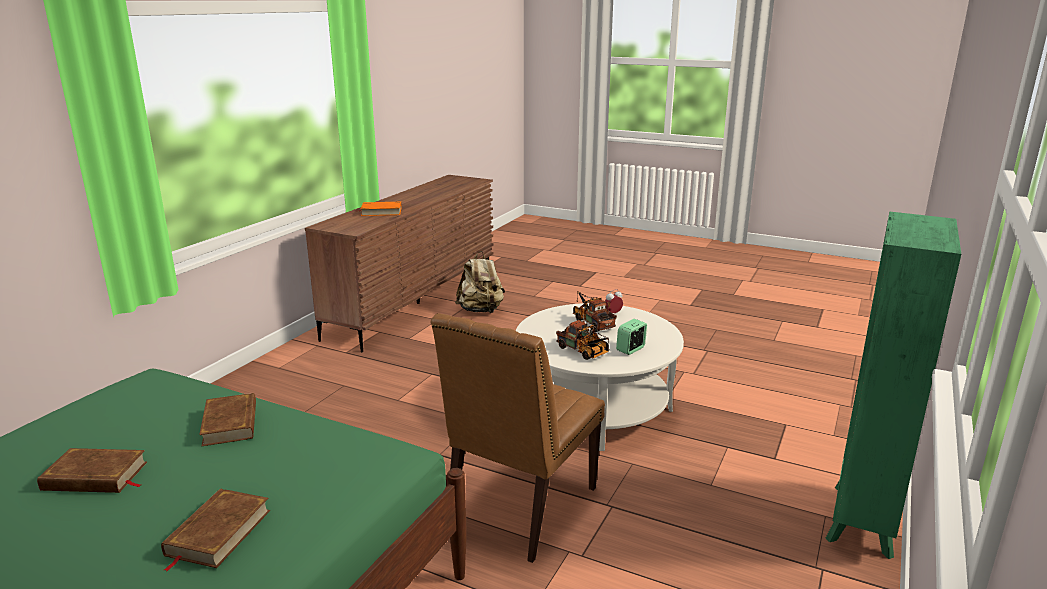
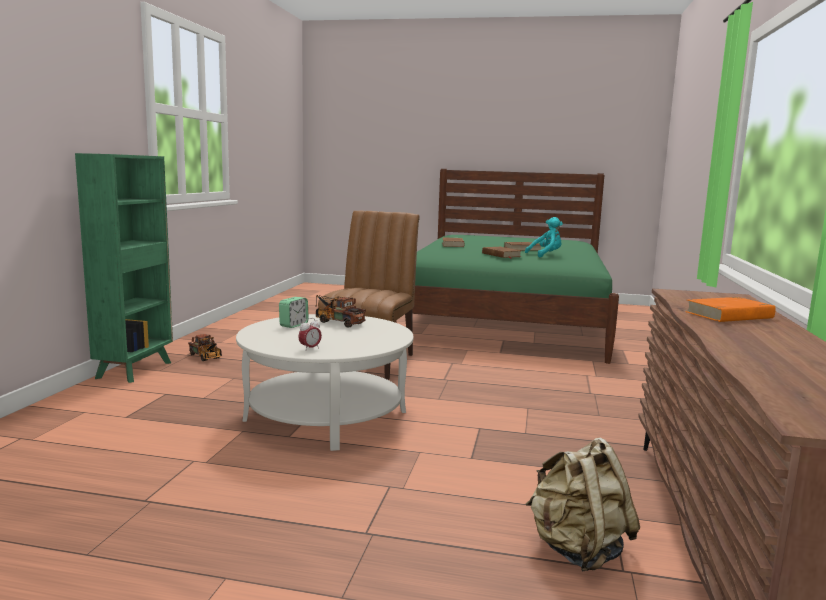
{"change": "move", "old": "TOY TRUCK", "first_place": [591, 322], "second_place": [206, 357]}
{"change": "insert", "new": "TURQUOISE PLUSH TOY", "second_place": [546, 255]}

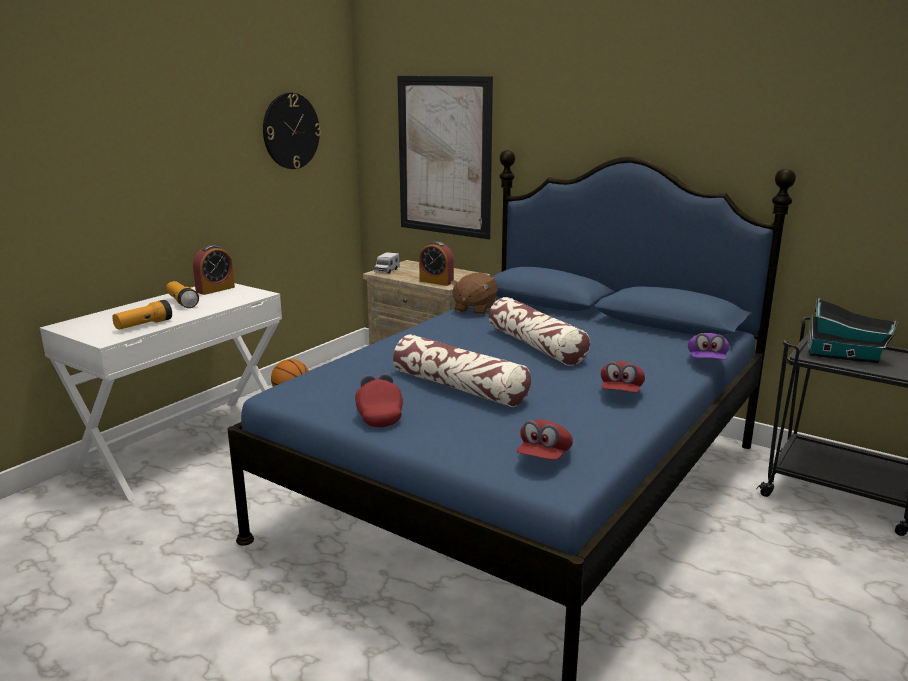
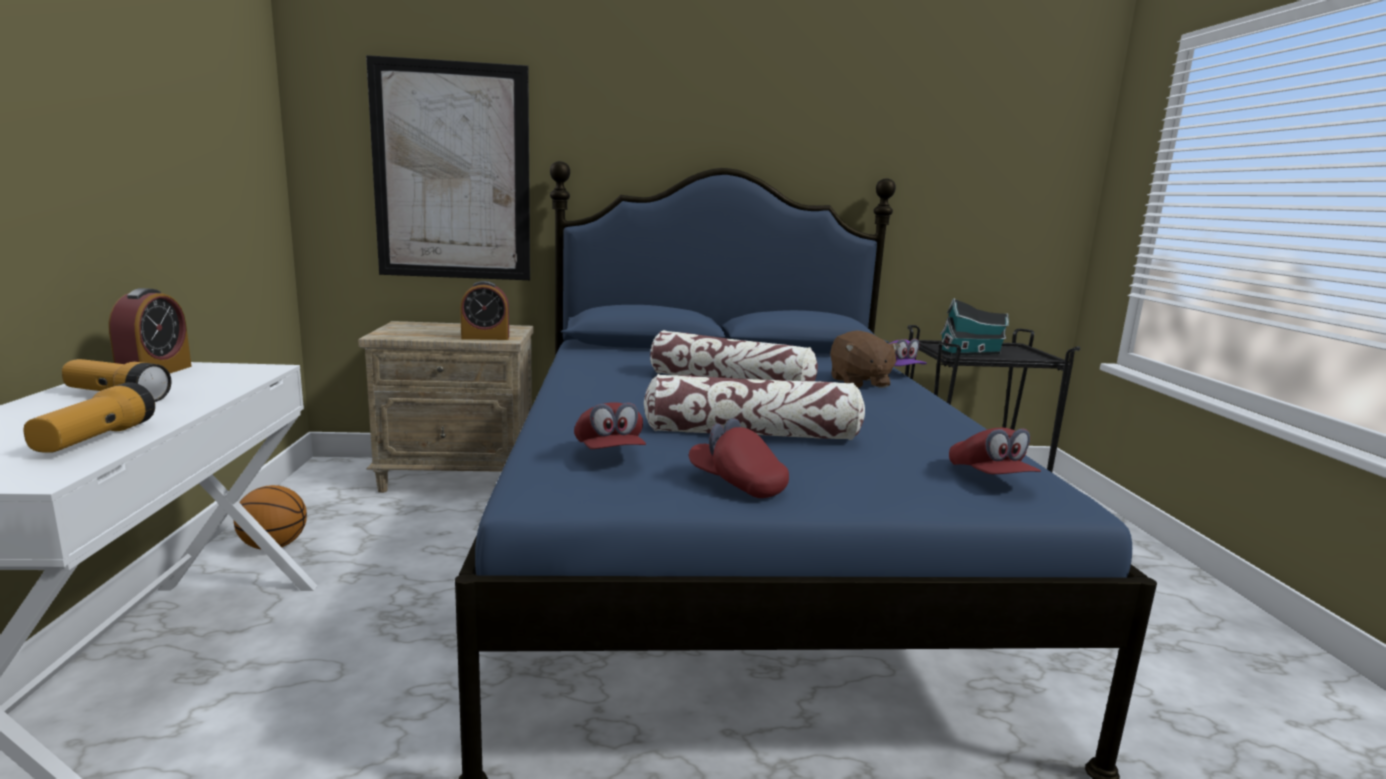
{"change": "delete", "old": "WALL CLOCK", "first_place": [291, 131]}
{"change": "delete", "old": "TOY TRUCK", "first_place": [386, 271]}
{"change": "move", "old": "BROWN PLUSH TOY", "first_place": [474, 309], "second_place": [859, 382]}
{"change": "move", "old": "RED CAP", "first_place": [621, 393], "second_place": [609, 453]}

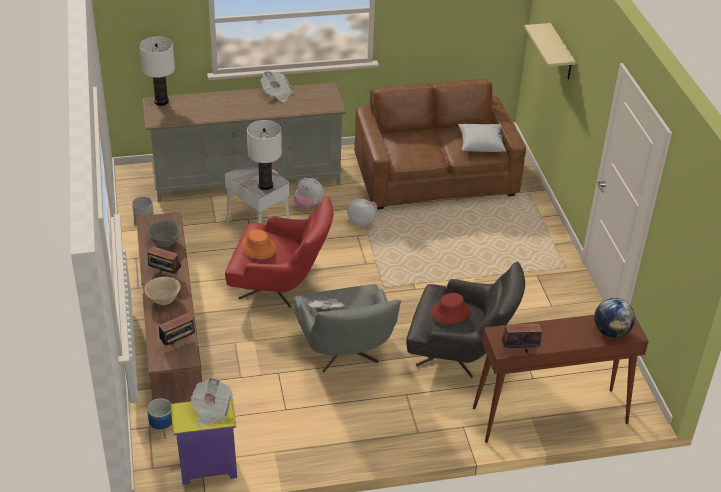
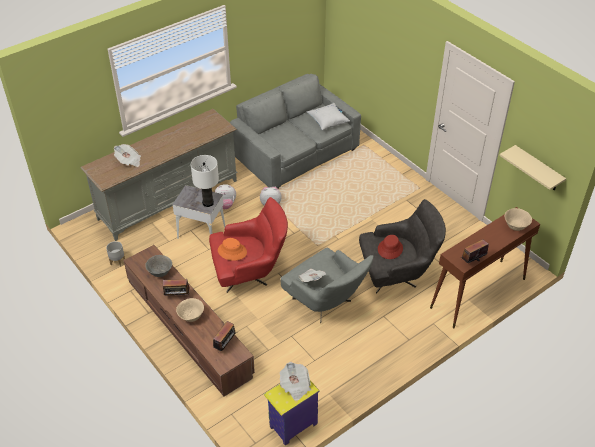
{"change": "move", "old": "BEIGE SHELF", "first_place": [561, 53], "second_place": [538, 169]}
{"change": "delete", "old": "WHITE TABLE LAMP", "first_place": [161, 101]}
{"change": "move", "old": "NEWSPAPER", "first_place": [277, 94], "second_place": [129, 161]}
{"change": "recolor", "old": "BROWN SOFA", "new": "GREY SOFA", "first_place": [435, 176], "second_place": [295, 152]}
{"change": "replace", "old": "GLOBE", "new": "BEIGE BOWL", "first_place": [611, 332], "second_place": [515, 226]}
{"change": "delete", "old": "PLANTER", "first_place": [161, 430]}

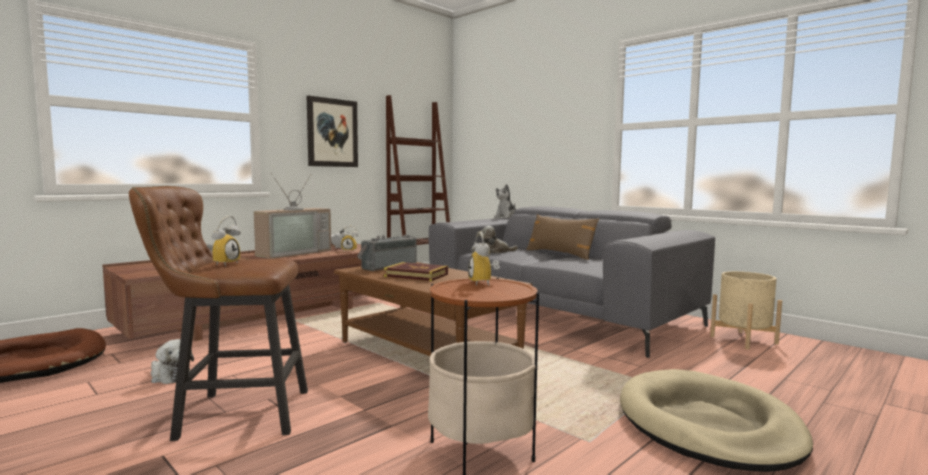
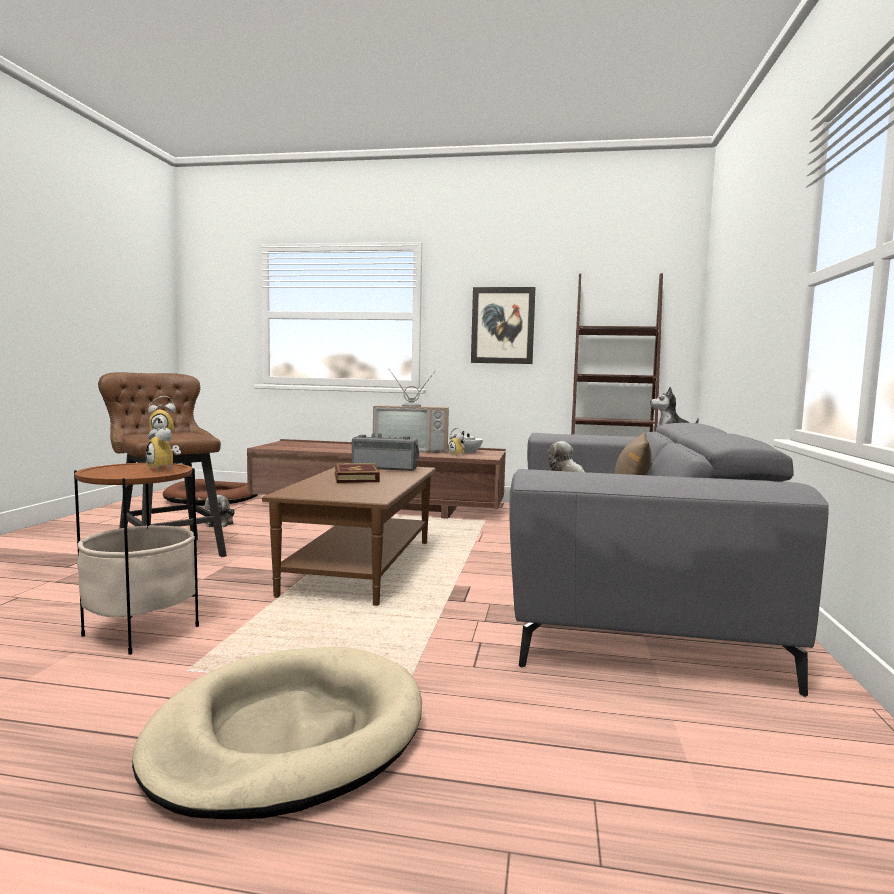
{"change": "rotate", "old": "ALARM CLOCK", "first_place": [484, 283], "second_place": [165, 469], "degrees": -90}
{"change": "delete", "old": "BEIGE PLANTER", "first_place": [743, 340]}

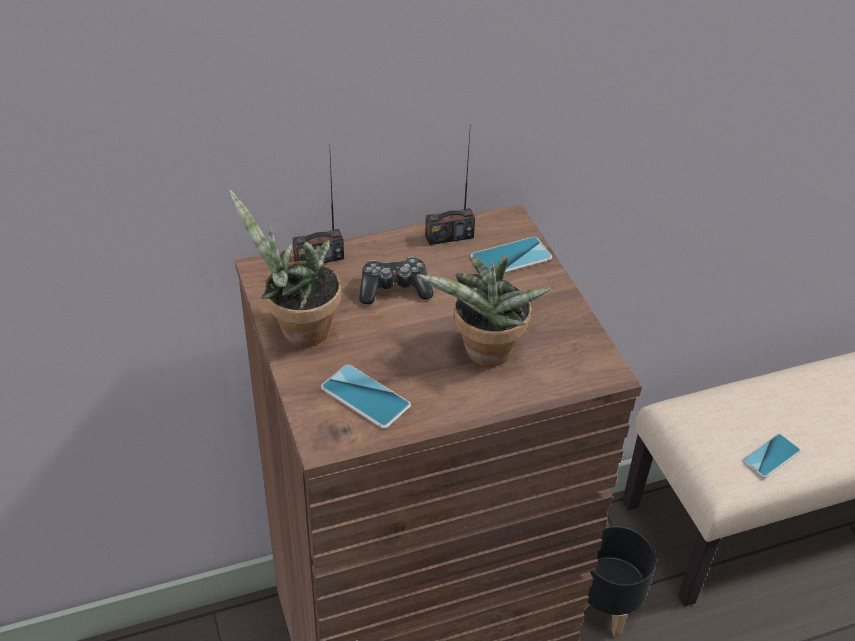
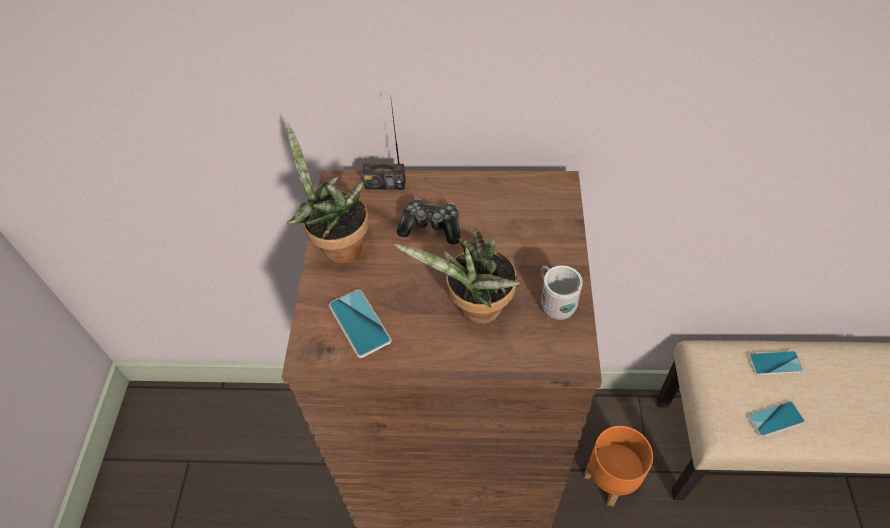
{"change": "delete", "old": "RADIO", "first_place": [449, 236]}
{"change": "move", "old": "PHONE", "first_place": [511, 258], "second_place": [775, 363]}
{"change": "recolor", "old": "BLACK PLANTER", "new": "ORANGE PLANTER", "first_place": [607, 606], "second_place": [611, 479]}
{"change": "insert", "new": "WHITE MUG", "second_place": [554, 303]}

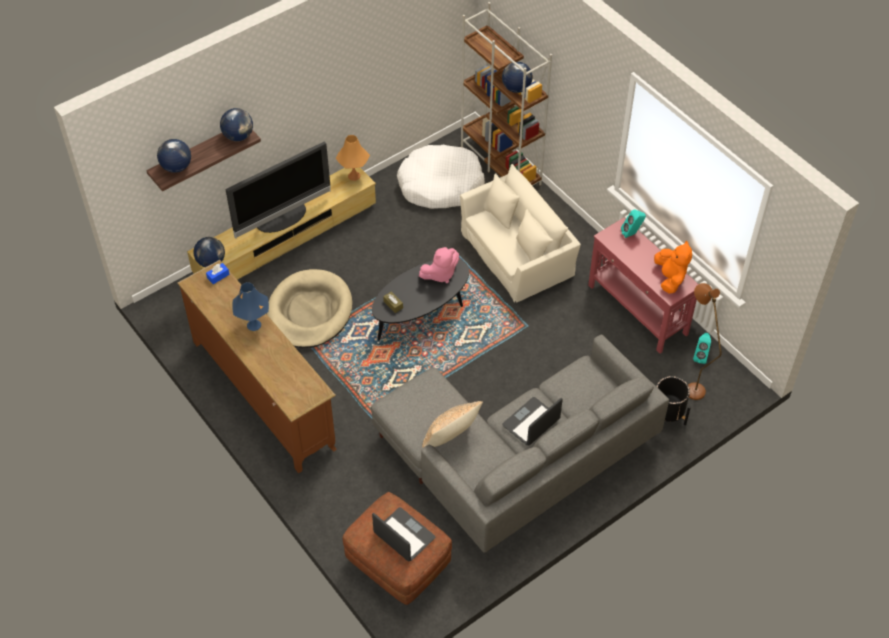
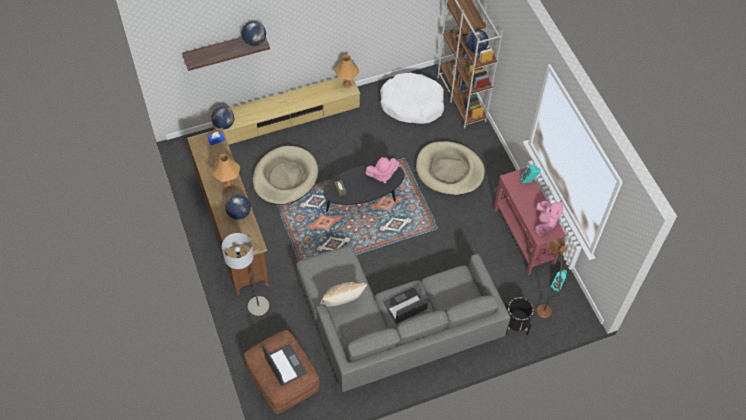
{"change": "move", "old": "GLOBE", "first_place": [176, 167], "second_place": [239, 213]}
{"change": "delete", "old": "TELEVISION", "first_place": [282, 219]}
{"change": "replace", "old": "BEIGE ARMCHAIR", "new": "BEIGE DOG BED", "first_place": [517, 253], "second_place": [449, 170]}
{"change": "recolor", "old": "ORANGE PLUSH TOY", "new": "PINK PLUSH TOY", "first_place": [670, 278], "second_place": [545, 223]}
{"change": "recolor", "old": "BLUE TABLE LAMP", "new": "ORANGE TABLE LAMP", "first_place": [254, 325], "second_place": [228, 183]}
{"change": "insert", "new": "GREY FLOOR LAMP", "second_place": [252, 310]}

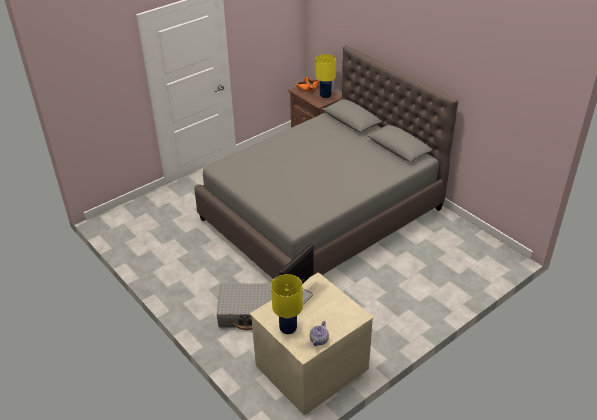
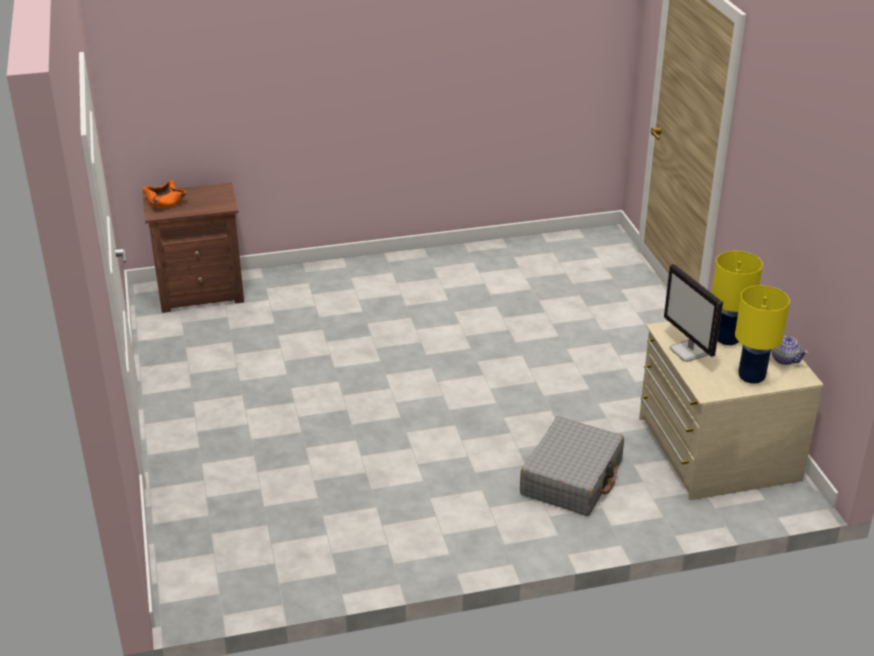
{"change": "delete", "old": "GREY BED", "first_place": [321, 214]}
{"change": "move", "old": "YELLOW TABLE LAMP", "first_place": [325, 96], "second_place": [727, 341]}

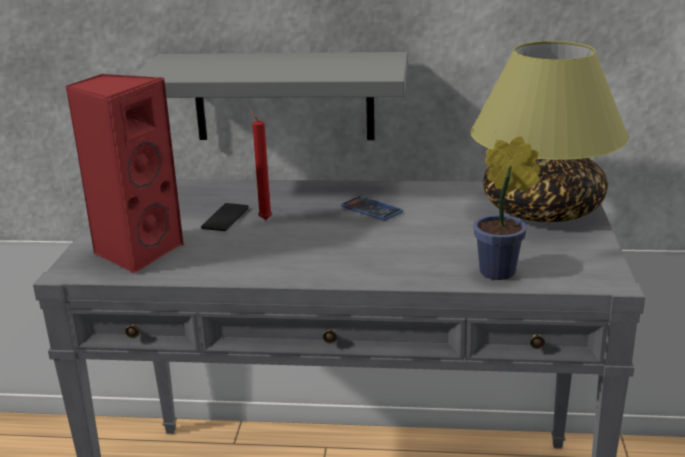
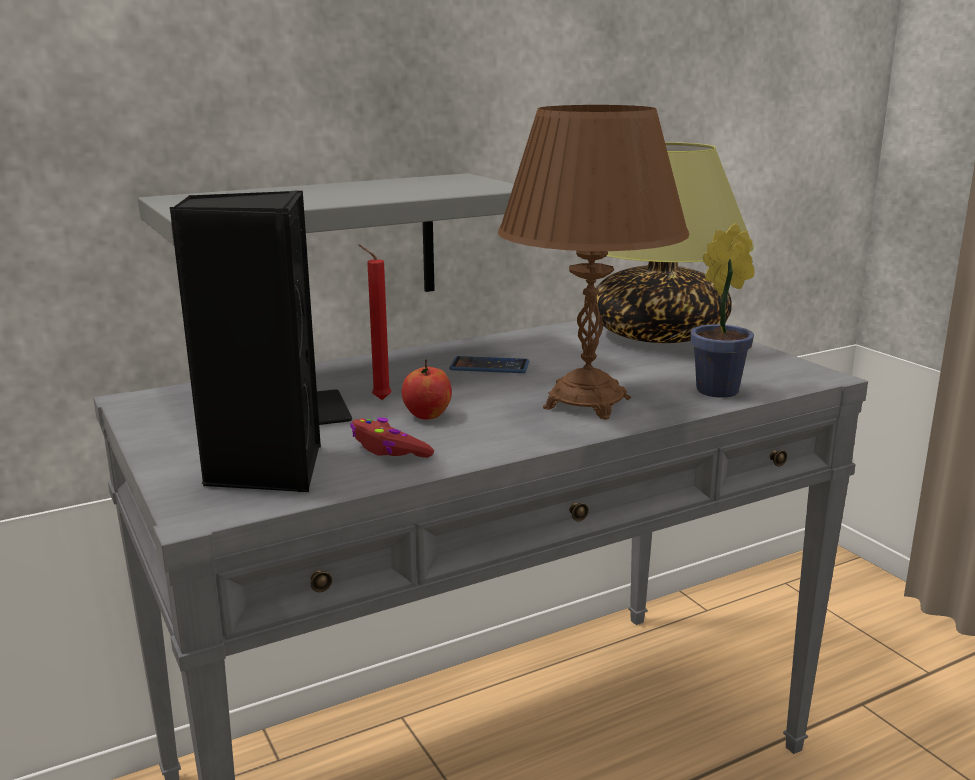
{"change": "recolor", "old": "RED SPEAKER", "new": "BLACK SPEAKER", "first_place": [136, 252], "second_place": [264, 469]}
{"change": "insert", "new": "BROWN TABLE LAMP", "second_place": [586, 403]}
{"change": "insert", "new": "APPLE", "second_place": [427, 415]}
{"change": "insert", "new": "RED GAME CONTROLLER", "second_place": [389, 450]}

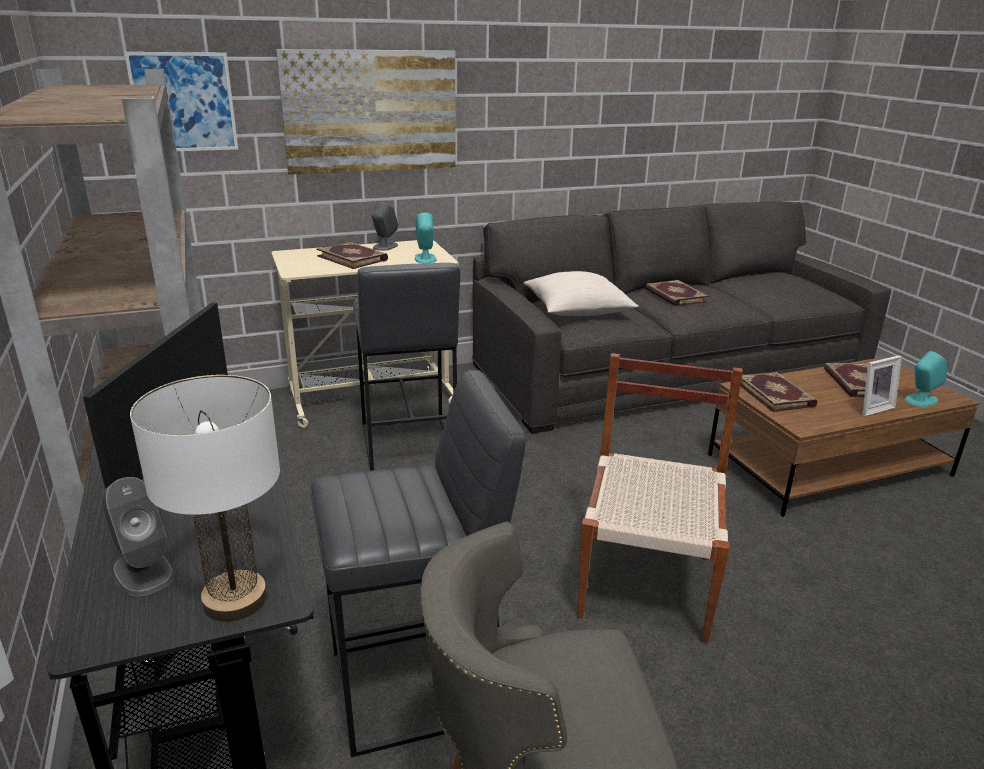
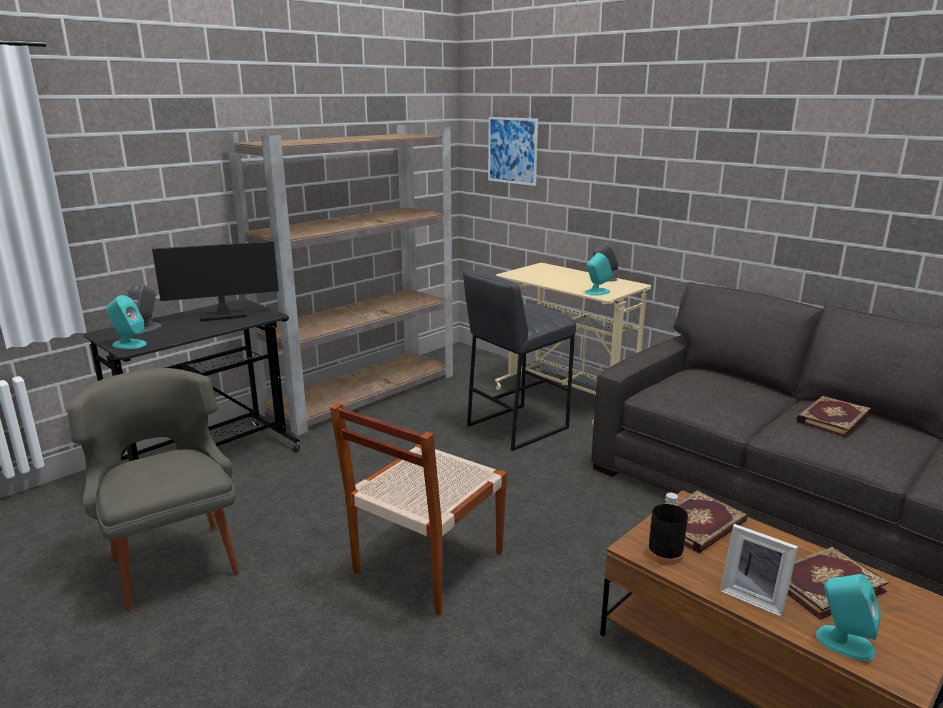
{"change": "delete", "old": "PICTURE", "first_place": [371, 111]}
{"change": "delete", "old": "BOOK", "first_place": [353, 258]}
{"change": "delete", "old": "BEIGE PILLOW", "first_place": [577, 310]}
{"change": "rotate", "old": "CHAIR", "first_place": [647, 583], "second_place": [426, 566], "degrees": 135}
{"change": "delete", "old": "GREY STOOL", "first_place": [418, 683]}
{"change": "replace", "old": "TABLE LAMP", "new": "TURQUOISE SPEAKER", "first_place": [234, 599], "second_place": [129, 344]}
{"change": "insert", "new": "BLACK BOTTLE", "second_place": [665, 553]}

